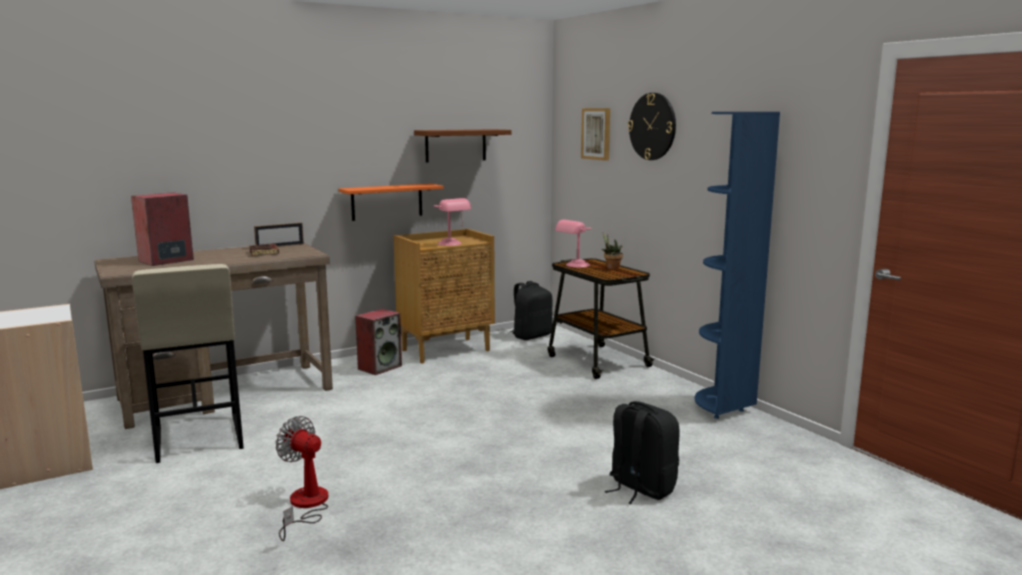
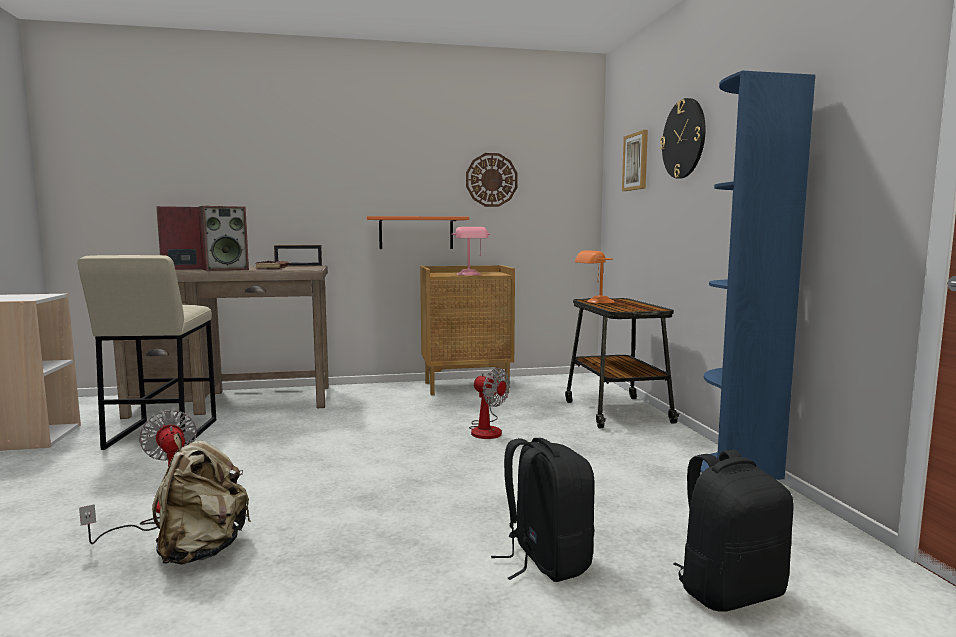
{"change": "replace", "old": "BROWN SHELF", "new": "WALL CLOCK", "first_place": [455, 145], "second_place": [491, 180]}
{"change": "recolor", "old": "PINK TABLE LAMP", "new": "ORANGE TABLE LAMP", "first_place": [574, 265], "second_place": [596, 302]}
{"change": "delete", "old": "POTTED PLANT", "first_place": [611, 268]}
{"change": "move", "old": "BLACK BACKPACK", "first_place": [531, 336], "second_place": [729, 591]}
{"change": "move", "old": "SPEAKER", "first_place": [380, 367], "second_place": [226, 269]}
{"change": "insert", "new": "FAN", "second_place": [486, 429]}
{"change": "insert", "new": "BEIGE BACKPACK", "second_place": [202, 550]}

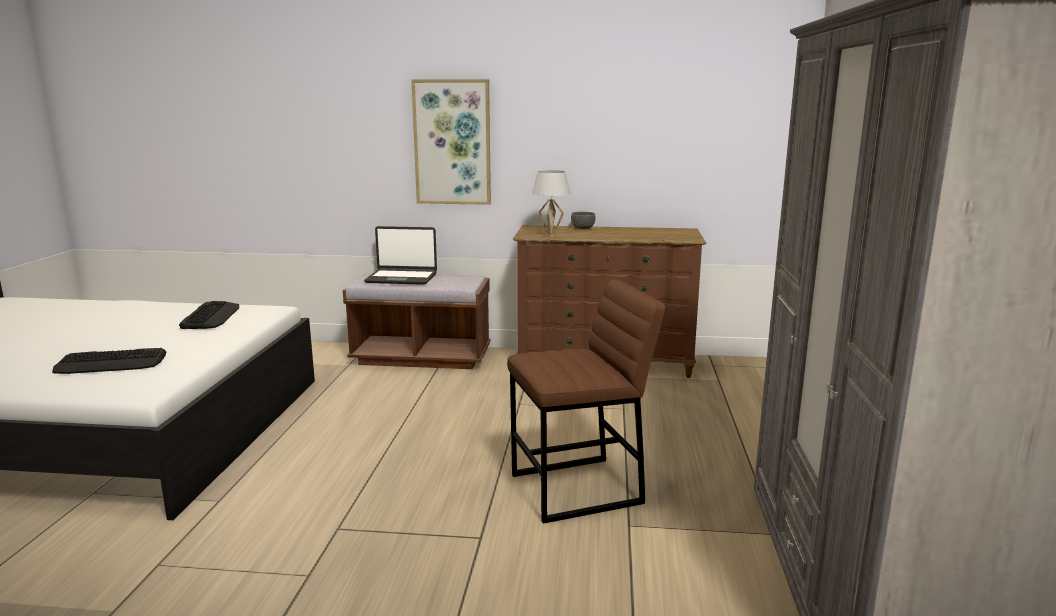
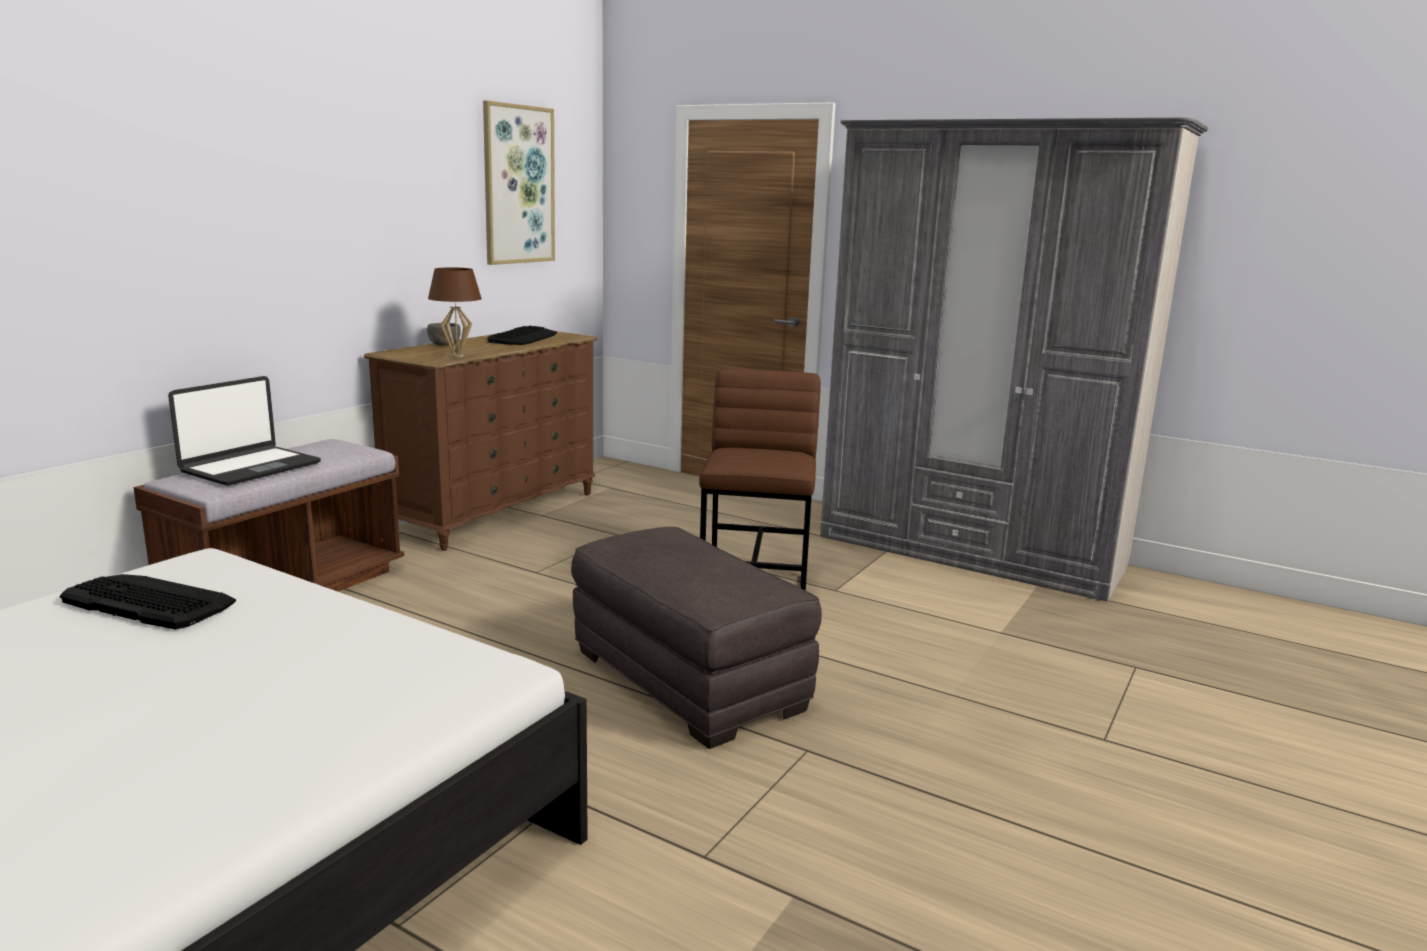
{"change": "move", "old": "PICTURE", "first_place": [452, 142], "second_place": [518, 185]}
{"change": "recolor", "old": "WHITE TABLE LAMP", "new": "BROWN TABLE LAMP", "first_place": [550, 236], "second_place": [457, 356]}
{"change": "move", "old": "KEYBOARD", "first_place": [111, 363], "second_place": [523, 337]}
{"change": "insert", "new": "GREY OTTOMAN", "second_place": [690, 680]}

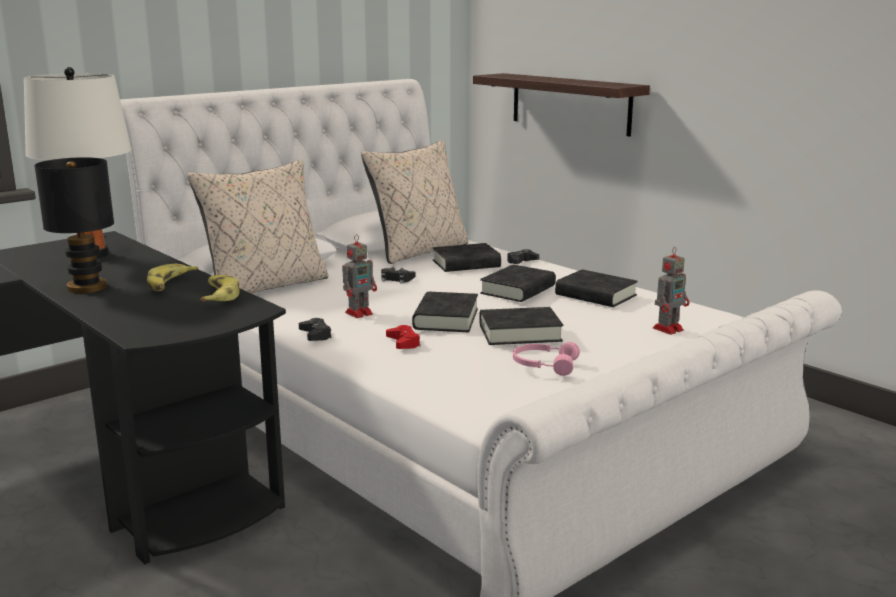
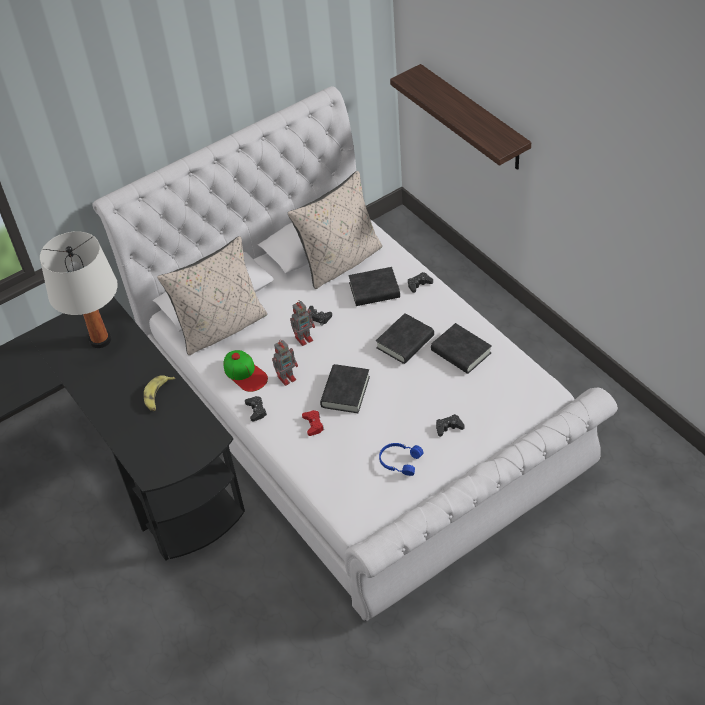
{"change": "delete", "old": "BLACK TABLE LAMP", "first_place": [86, 287]}
{"change": "move", "old": "TOY ROBOT", "first_place": [669, 329], "second_place": [305, 338]}
{"change": "delete", "old": "BANANA", "first_place": [218, 296]}
{"change": "delete", "old": "BLACK BOOK", "first_place": [520, 333]}
{"change": "recolor", "old": "PINK HEADPHONES", "new": "BLUE HEADPHONES", "first_place": [544, 365], "second_place": [399, 461]}
{"change": "insert", "new": "CAP", "second_place": [245, 373]}
{"change": "insert", "new": "BLACK GAME CONTROLLER", "second_place": [448, 427]}

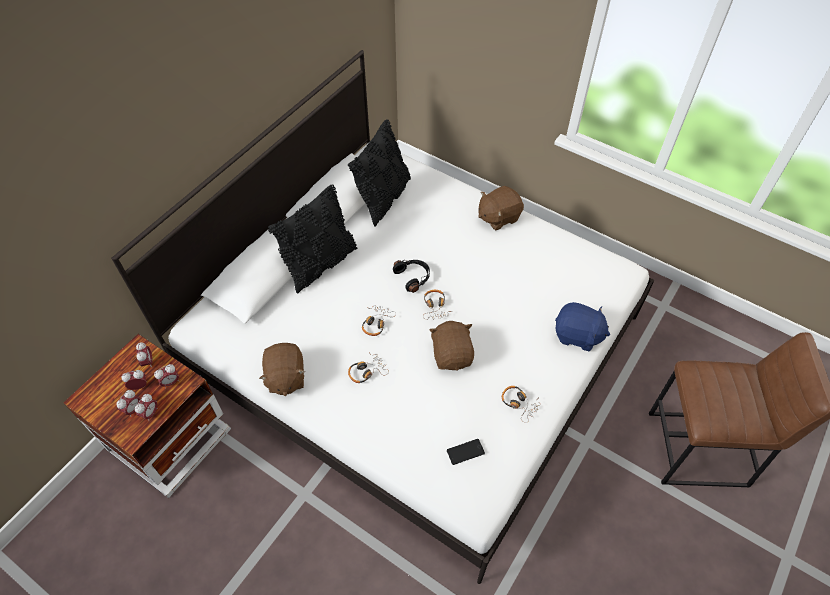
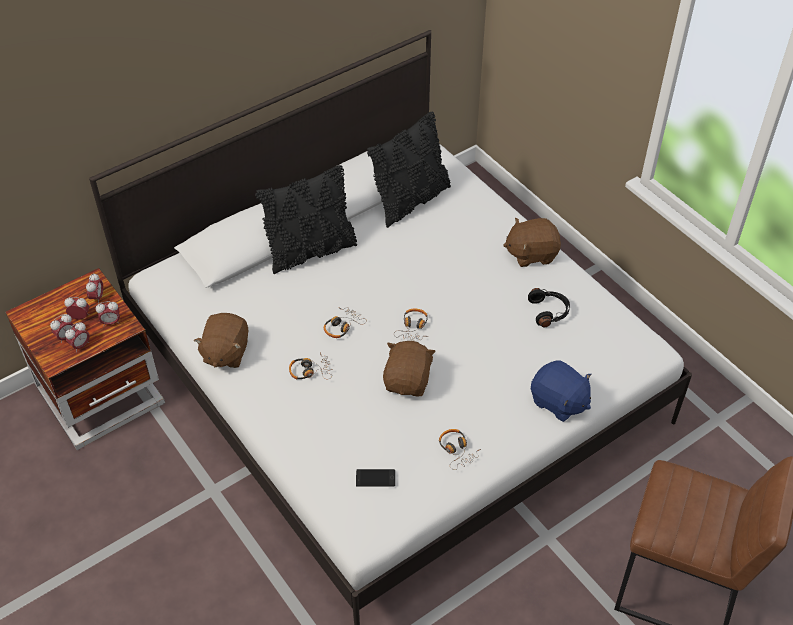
{"change": "move", "old": "BLACK HEADPHONES", "first_place": [413, 277], "second_place": [549, 311]}

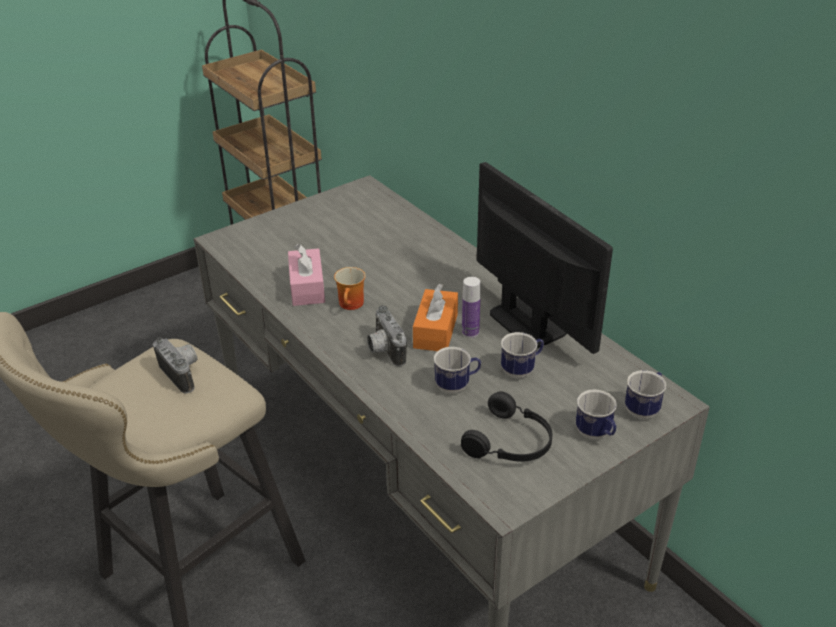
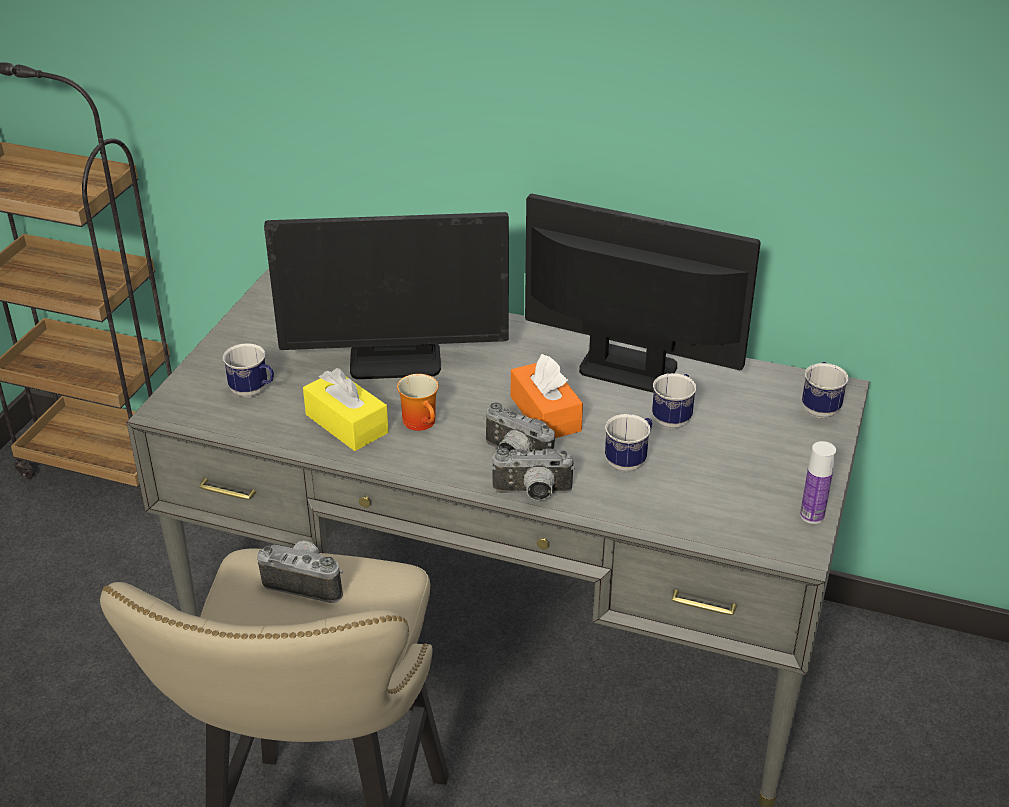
{"change": "recolor", "old": "PINK TISSUE BOX", "new": "YELLOW TISSUE BOX", "first_place": [307, 287], "second_place": [346, 424]}
{"change": "move", "old": "BOTTLE", "first_place": [470, 332], "second_place": [812, 515]}
{"change": "move", "old": "MUG", "first_place": [596, 435], "second_place": [254, 392]}
{"change": "delete", "old": "BLACK HEADPHONES", "first_place": [511, 443]}
{"change": "insert", "new": "MONITOR", "second_place": [395, 360]}
{"change": "insert", "new": "PHOTO CAMERA", "second_place": [532, 494]}

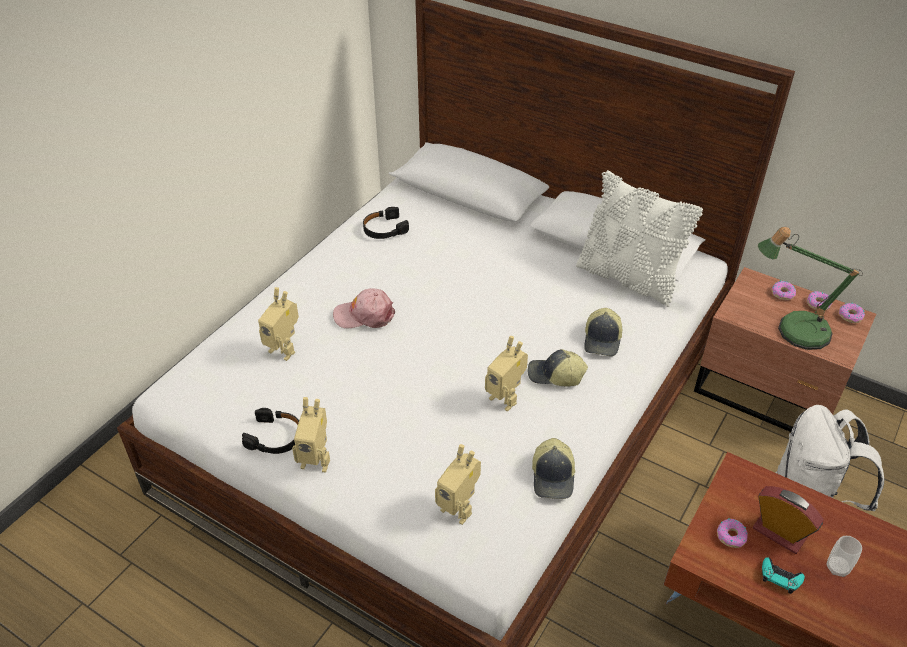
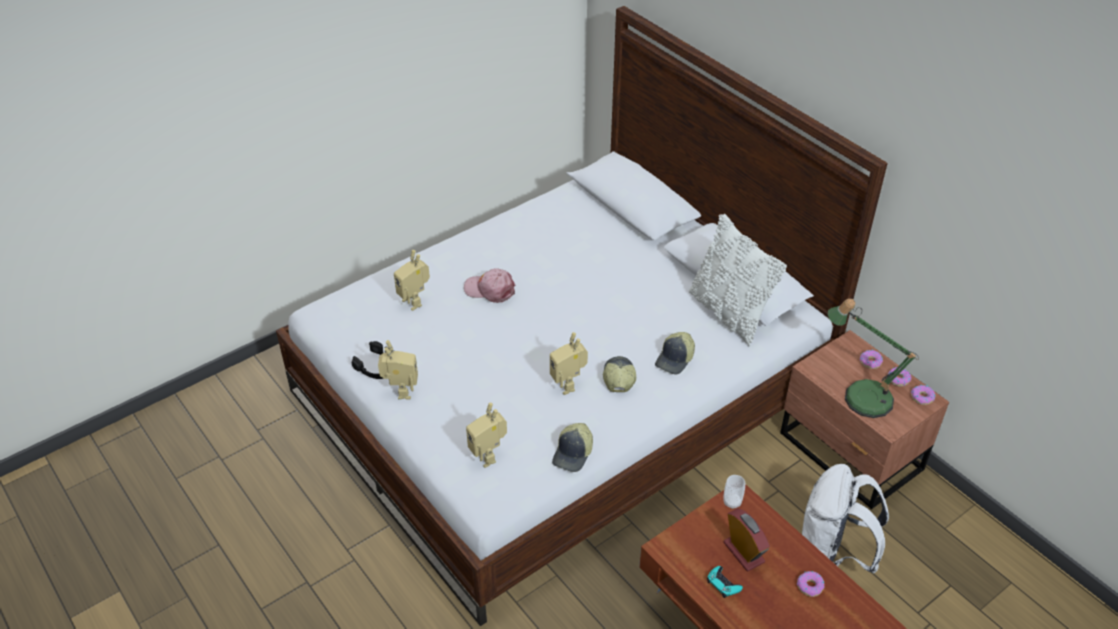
{"change": "delete", "old": "BLACK HEADPHONES", "first_place": [384, 229]}
{"change": "rotate", "old": "CAP", "first_place": [555, 376], "second_place": [618, 377], "degrees": 60}
{"change": "rotate", "old": "TOY ROBOT", "first_place": [316, 460], "second_place": [401, 391], "degrees": -120}
{"change": "move", "old": "DONUT", "first_place": [731, 536], "second_place": [810, 586]}
{"change": "move", "old": "CUP", "first_place": [837, 568], "second_place": [732, 502]}

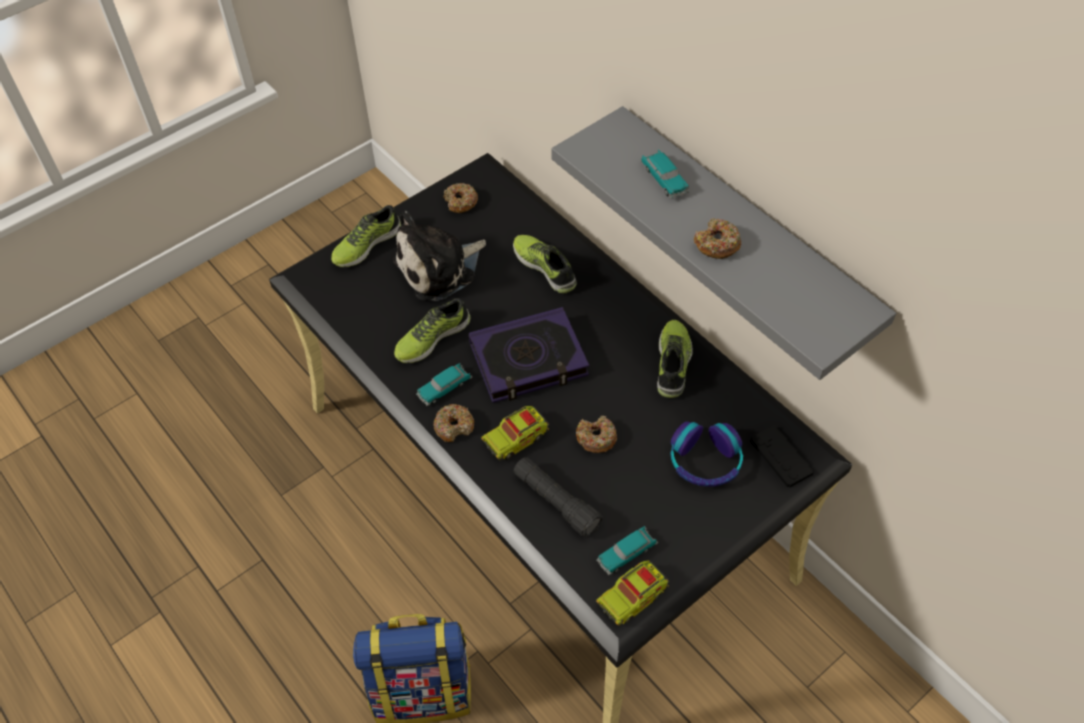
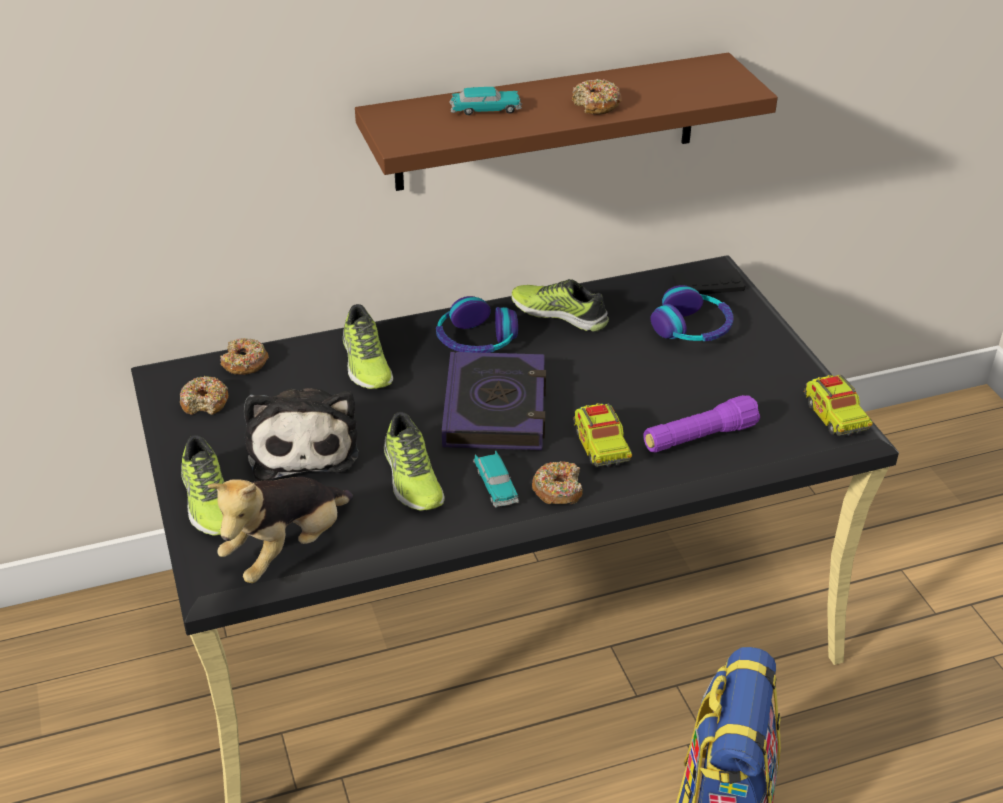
{"change": "recolor", "old": "GREY SHELF", "new": "BROWN SHELF", "first_place": [743, 232], "second_place": [547, 122]}
{"change": "rotate", "old": "SHOE", "first_place": [545, 267], "second_place": [365, 363], "degrees": -90}
{"change": "move", "old": "DONUT", "first_place": [596, 438], "second_place": [245, 363]}
{"change": "recolor", "old": "BLACK FLASHLIGHT", "new": "PURPLE FLASHLIGHT", "first_place": [556, 502], "second_place": [699, 437]}
{"change": "delete", "old": "TOY CAR", "first_place": [626, 553]}
{"change": "insert", "new": "HEADPHONES", "second_place": [476, 340]}
{"change": "insert", "new": "PLUSH TOY", "second_place": [287, 550]}

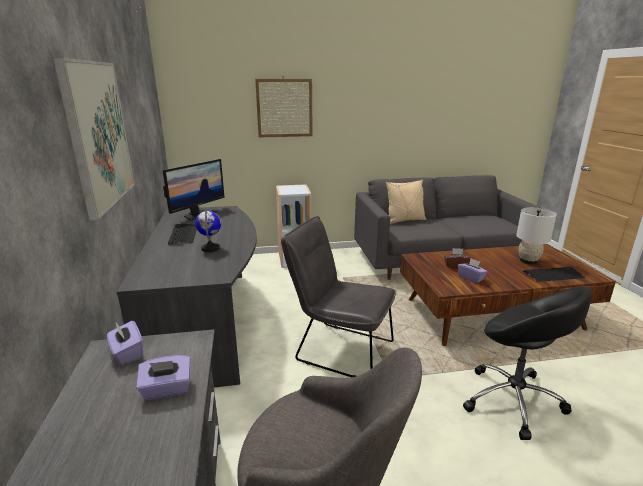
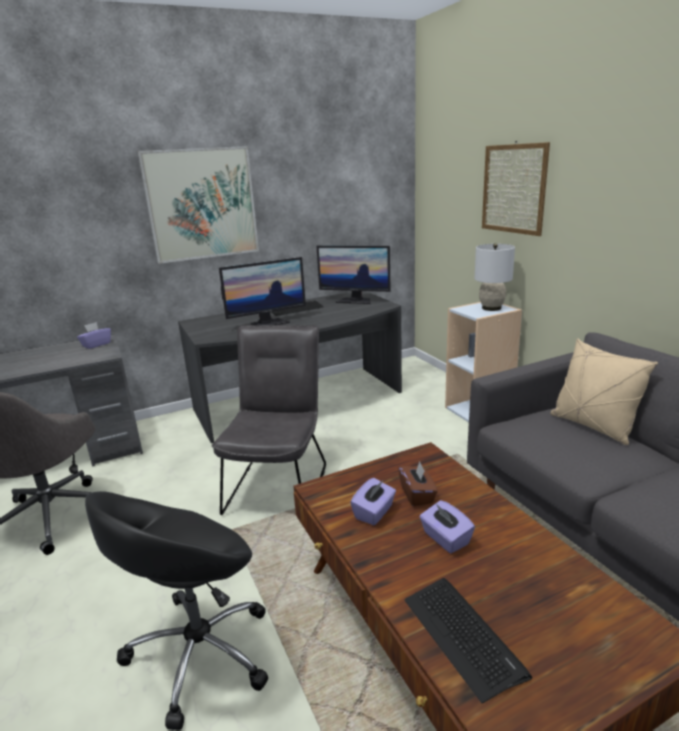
{"change": "move", "old": "WHITE TABLE LAMP", "first_place": [528, 261], "second_place": [491, 308]}
{"change": "replace", "old": "GLOBE", "new": "MONITOR", "first_place": [210, 248], "second_place": [267, 323]}
{"change": "move", "old": "PURPLE TISSUE BOX", "first_place": [167, 389], "second_place": [445, 538]}

